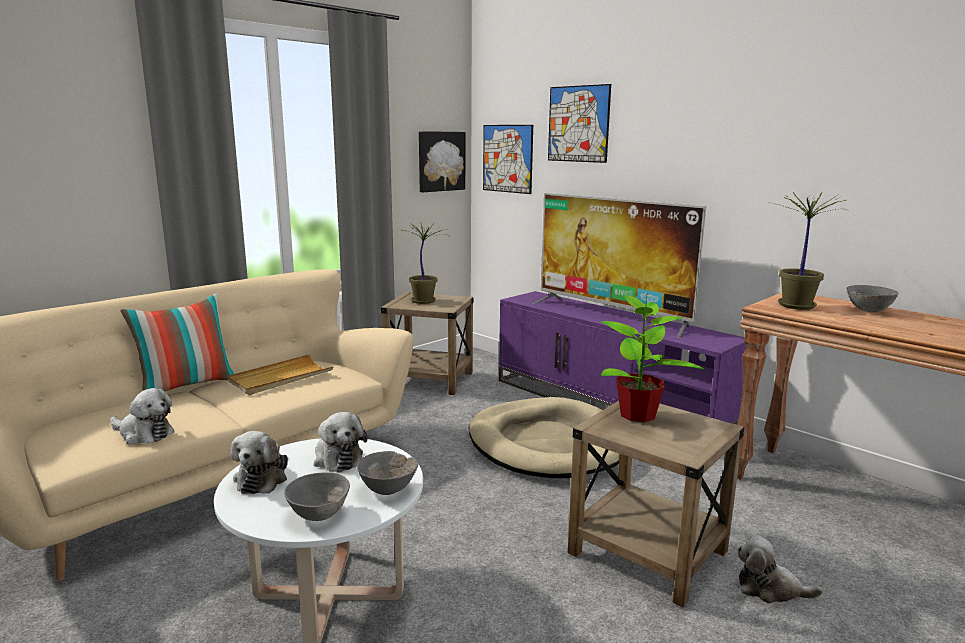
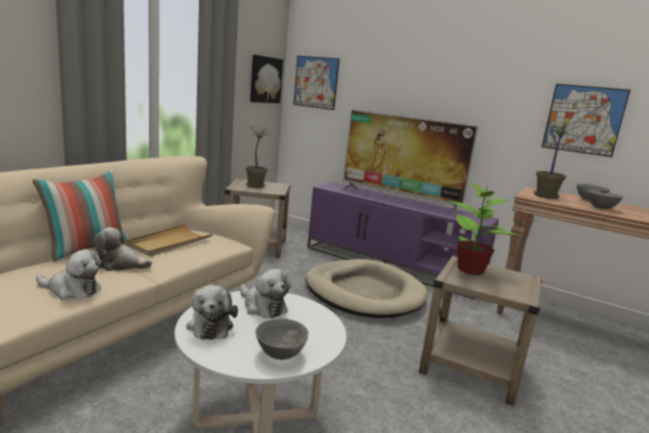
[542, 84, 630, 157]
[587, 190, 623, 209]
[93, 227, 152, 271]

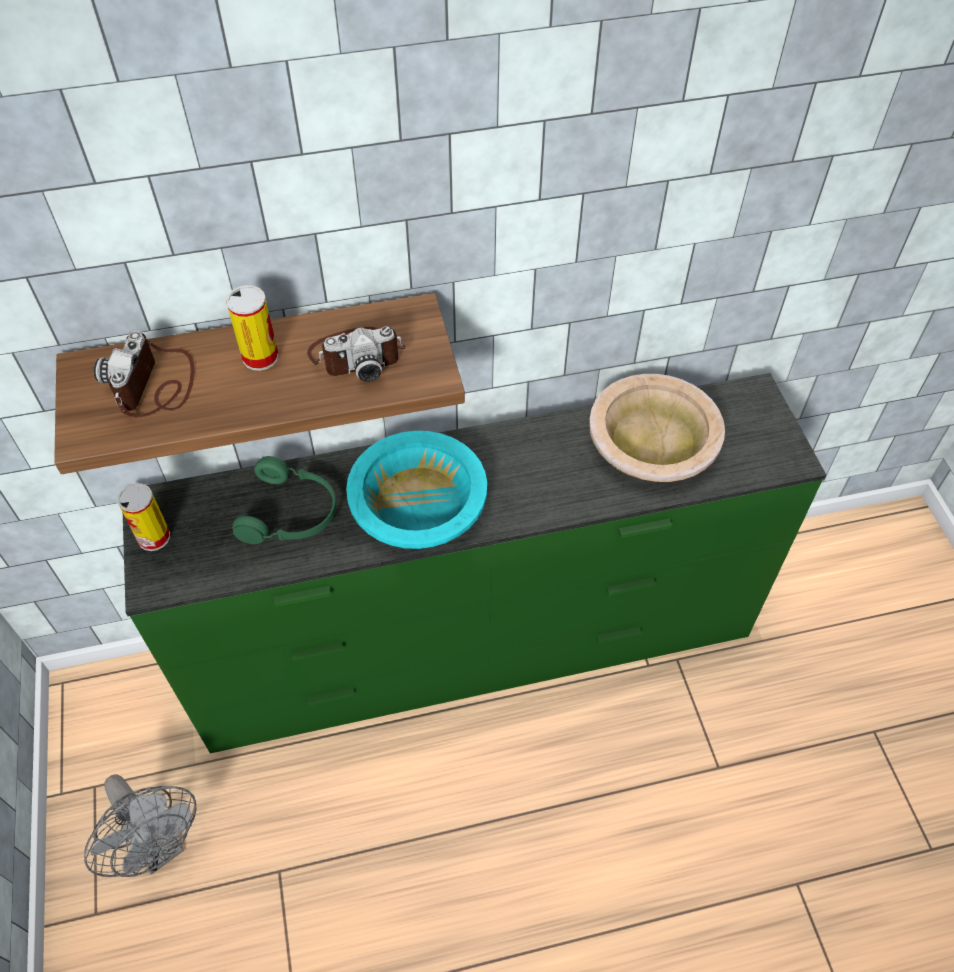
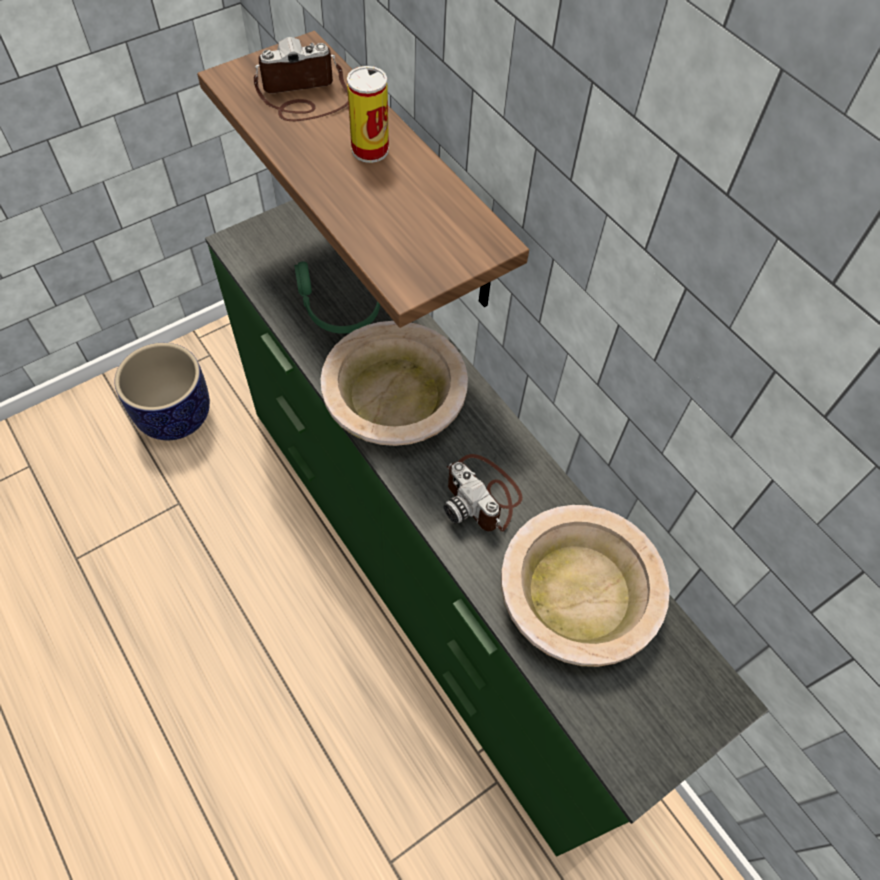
[444, 454, 523, 532]
[321, 321, 468, 446]
[117, 483, 170, 551] (first image)
[115, 343, 210, 440]

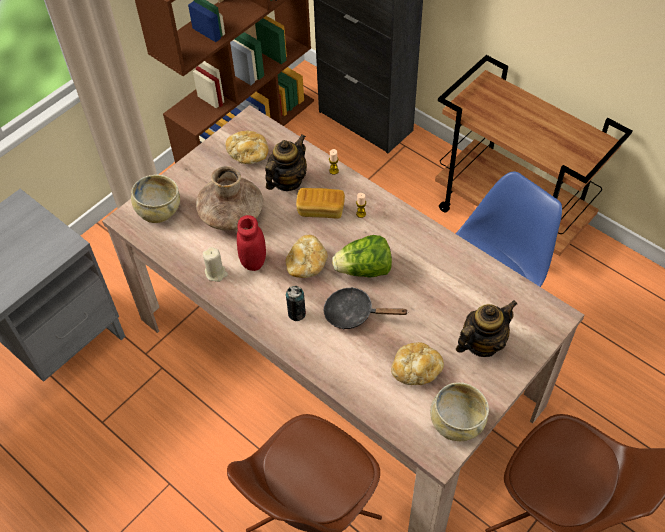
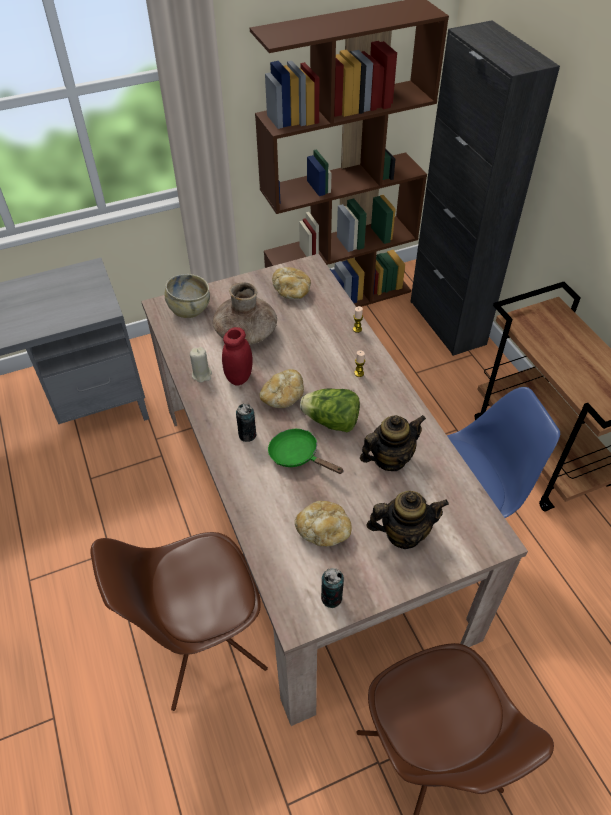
[360, 415, 426, 471]
[296, 188, 345, 218] (first image)
[268, 429, 344, 474]
[321, 568, 344, 608]

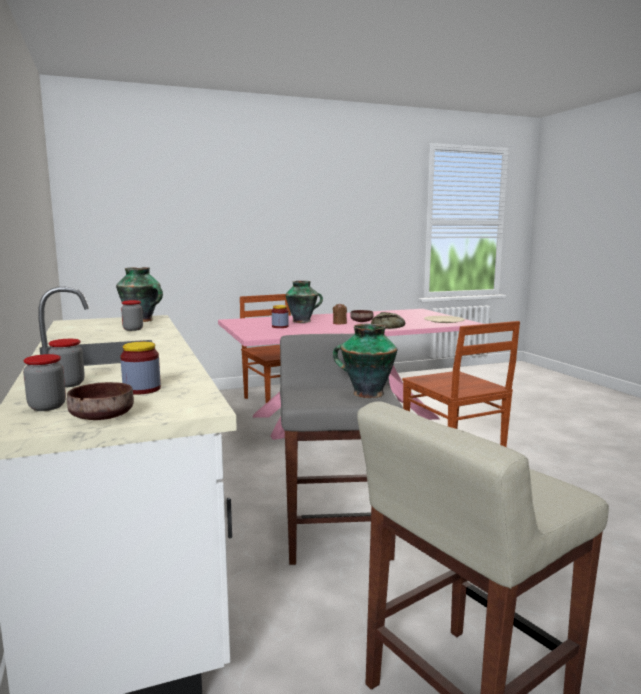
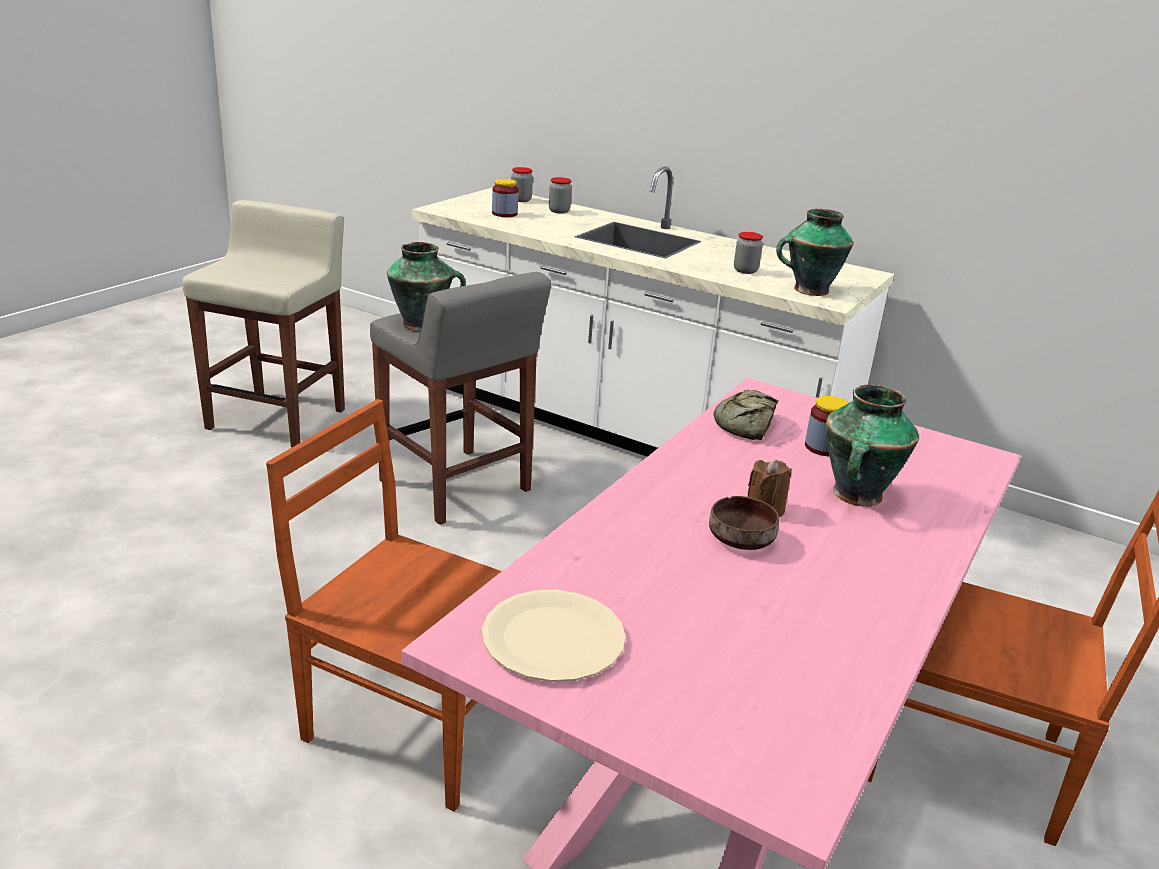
[714, 390, 778, 440]
[67, 382, 134, 420] (first image)

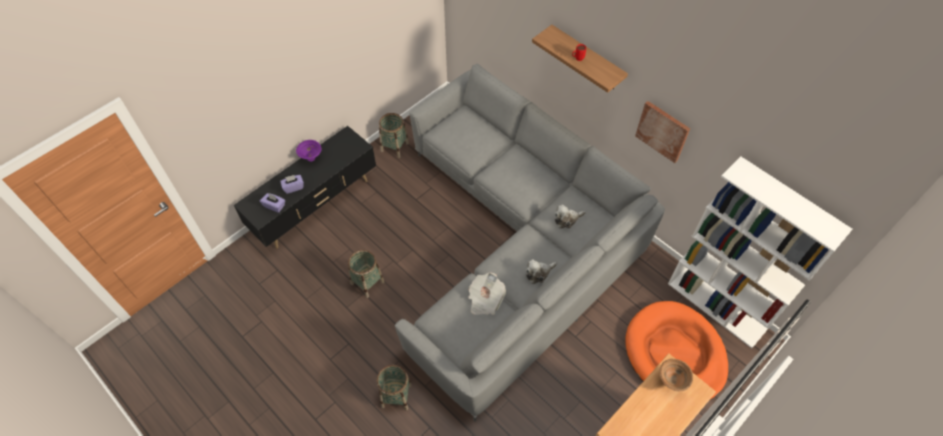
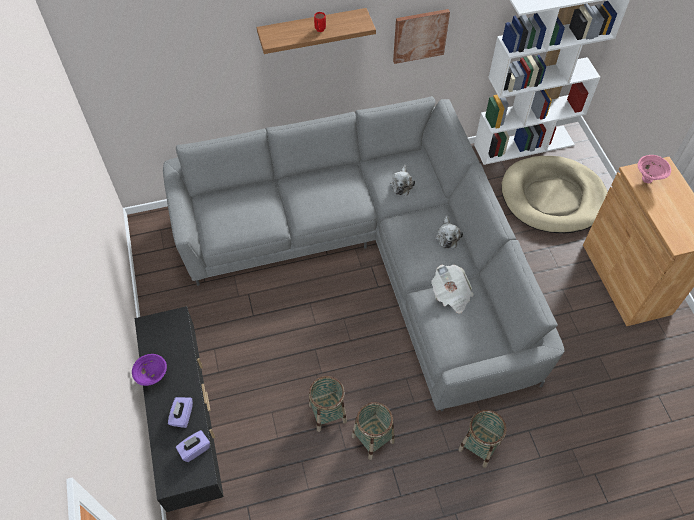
[352, 402, 395, 460]
[502, 156, 608, 233]
[638, 155, 671, 183]

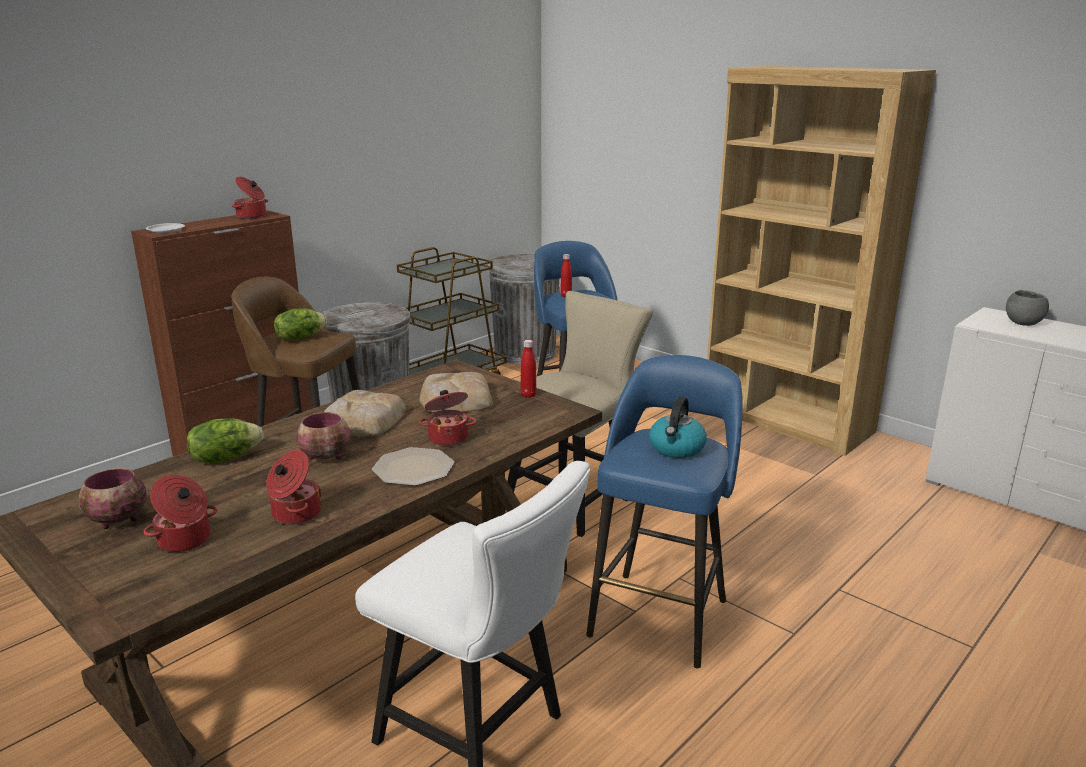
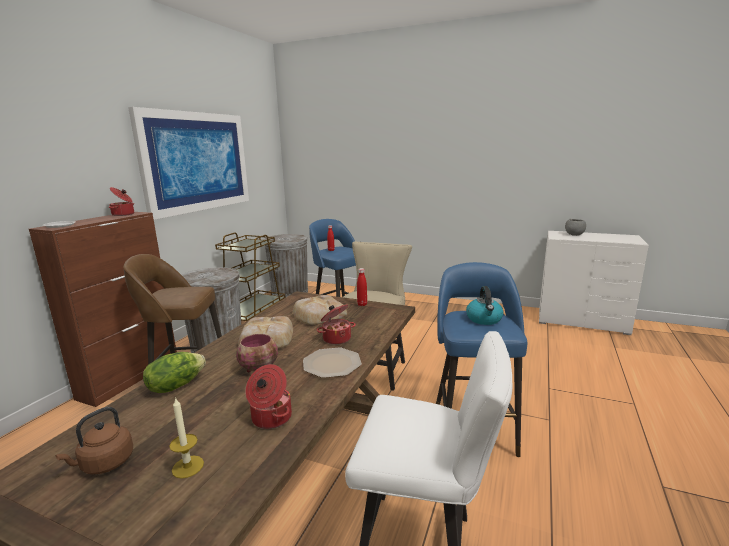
[707, 66, 936, 456] (first image)
[274, 308, 327, 340] (first image)
[55, 407, 133, 474]
[169, 397, 204, 479]
[128, 107, 249, 220]

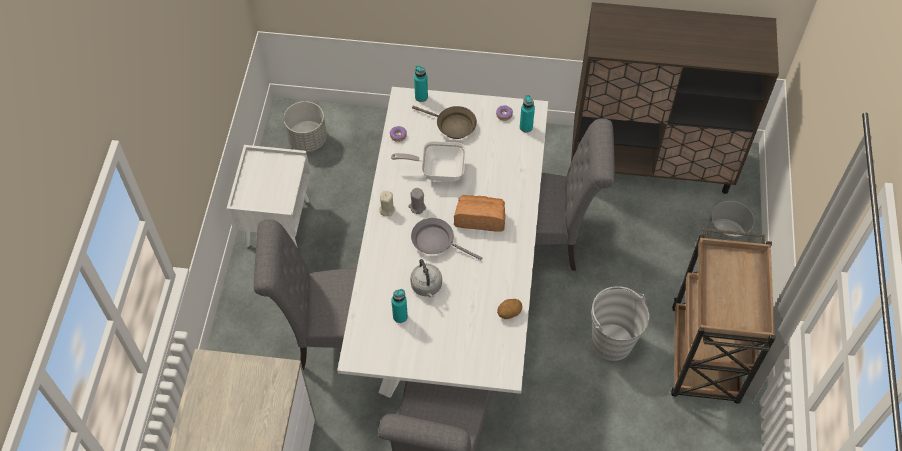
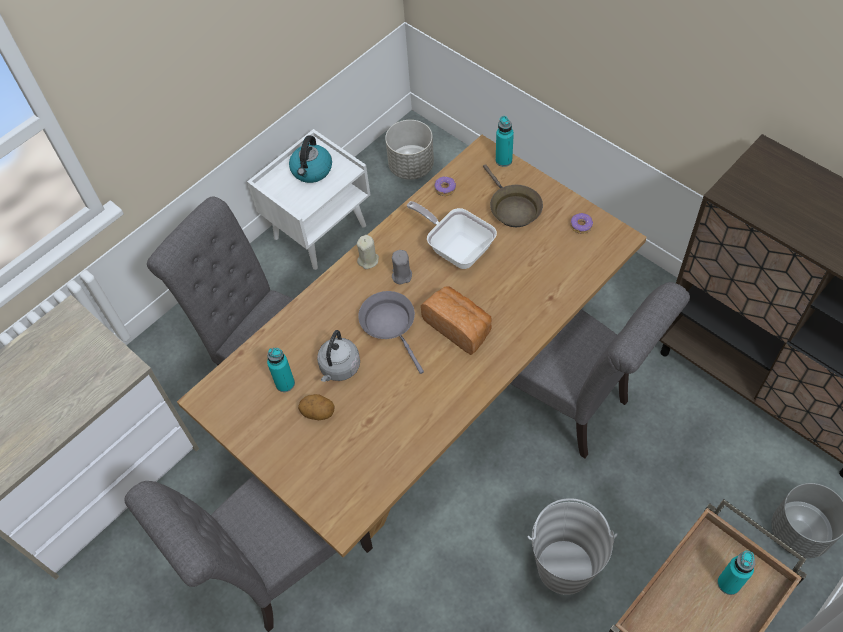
[177, 135, 647, 557]
[717, 550, 755, 595]
[298, 394, 335, 420]
[289, 135, 332, 183]

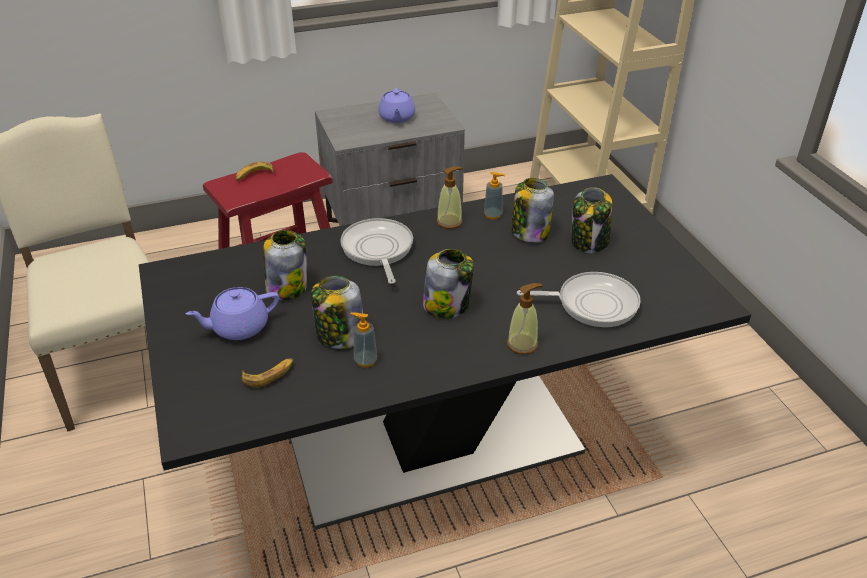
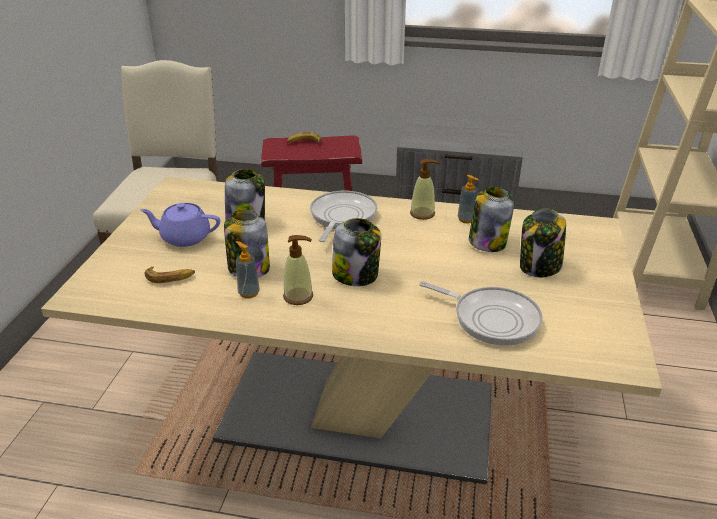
[378, 88, 415, 123] (first image)
[41, 177, 662, 484]
[283, 235, 313, 305]

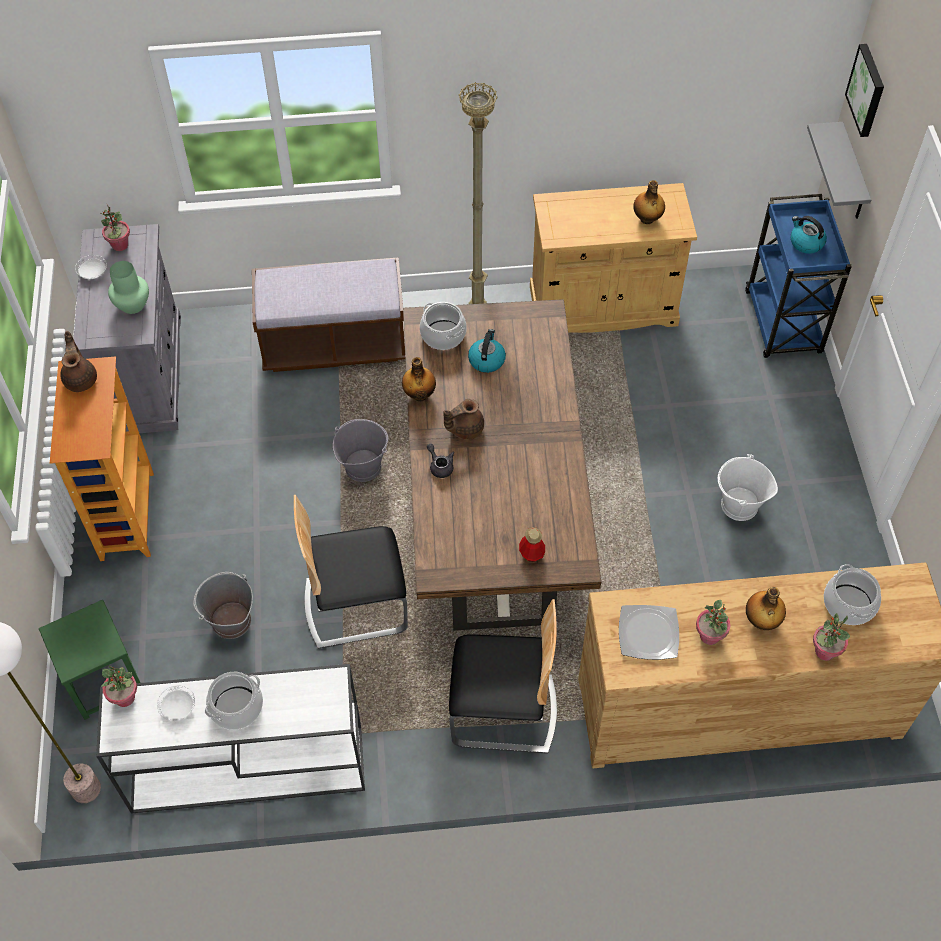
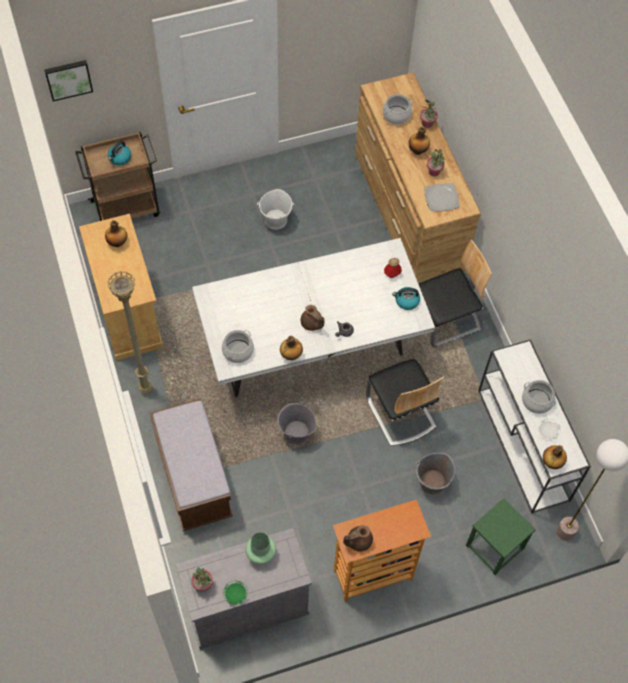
[807, 122, 871, 219] (first image)
[75, 132, 160, 221]
[223, 581, 248, 605]
[192, 238, 435, 397]
[392, 287, 420, 310]
[419, 239, 492, 347]
[543, 445, 567, 469]

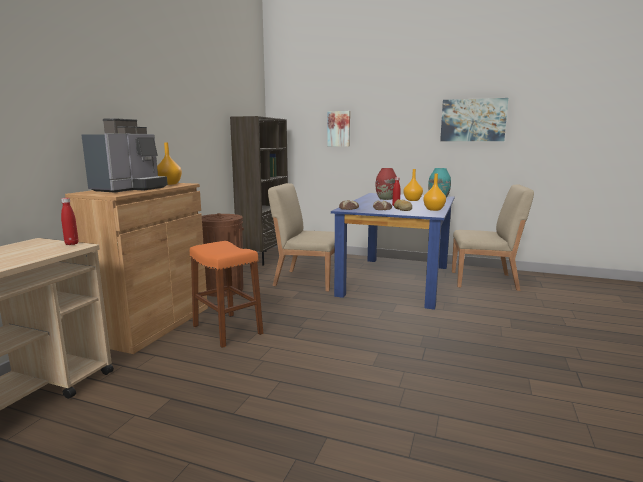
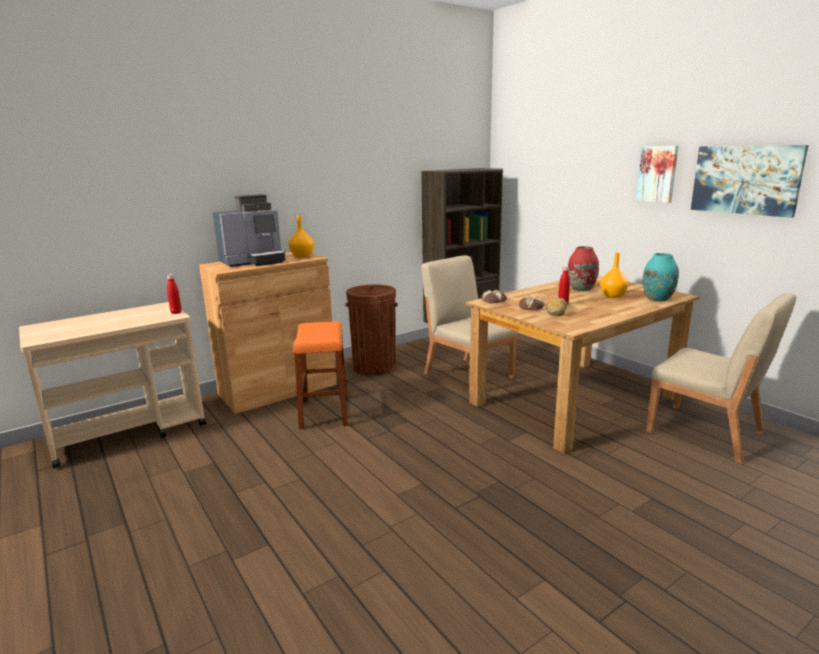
[636, 146, 679, 203]
[423, 174, 446, 211] (first image)
[465, 276, 700, 453]

